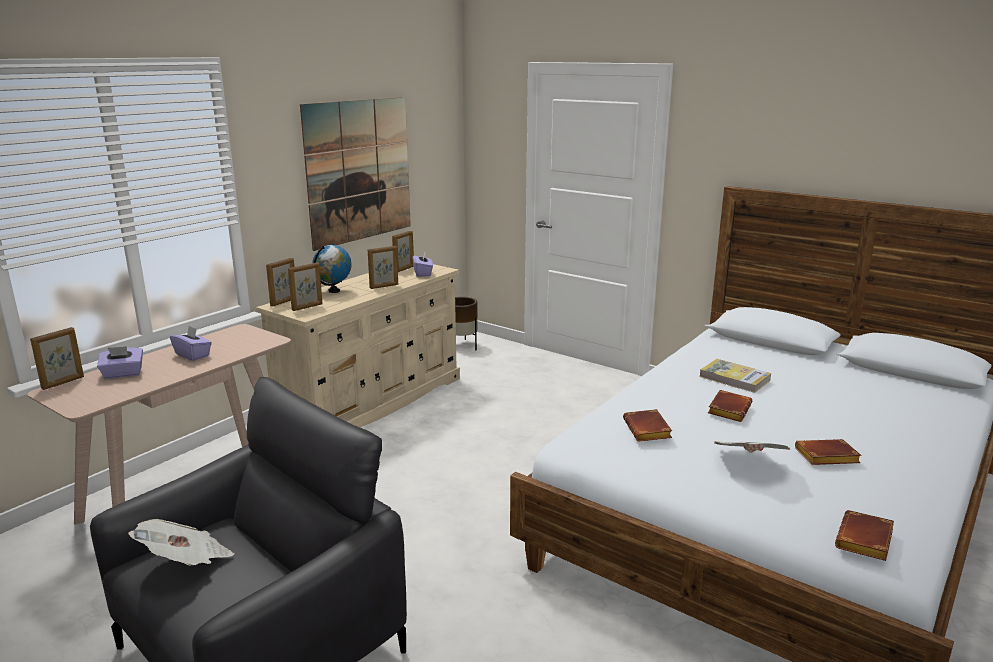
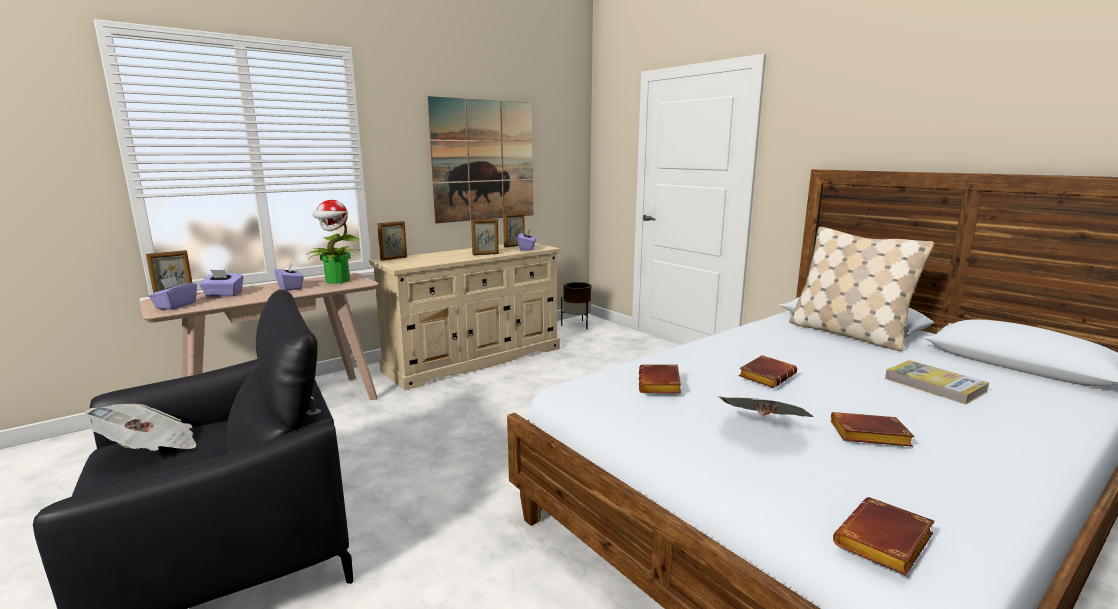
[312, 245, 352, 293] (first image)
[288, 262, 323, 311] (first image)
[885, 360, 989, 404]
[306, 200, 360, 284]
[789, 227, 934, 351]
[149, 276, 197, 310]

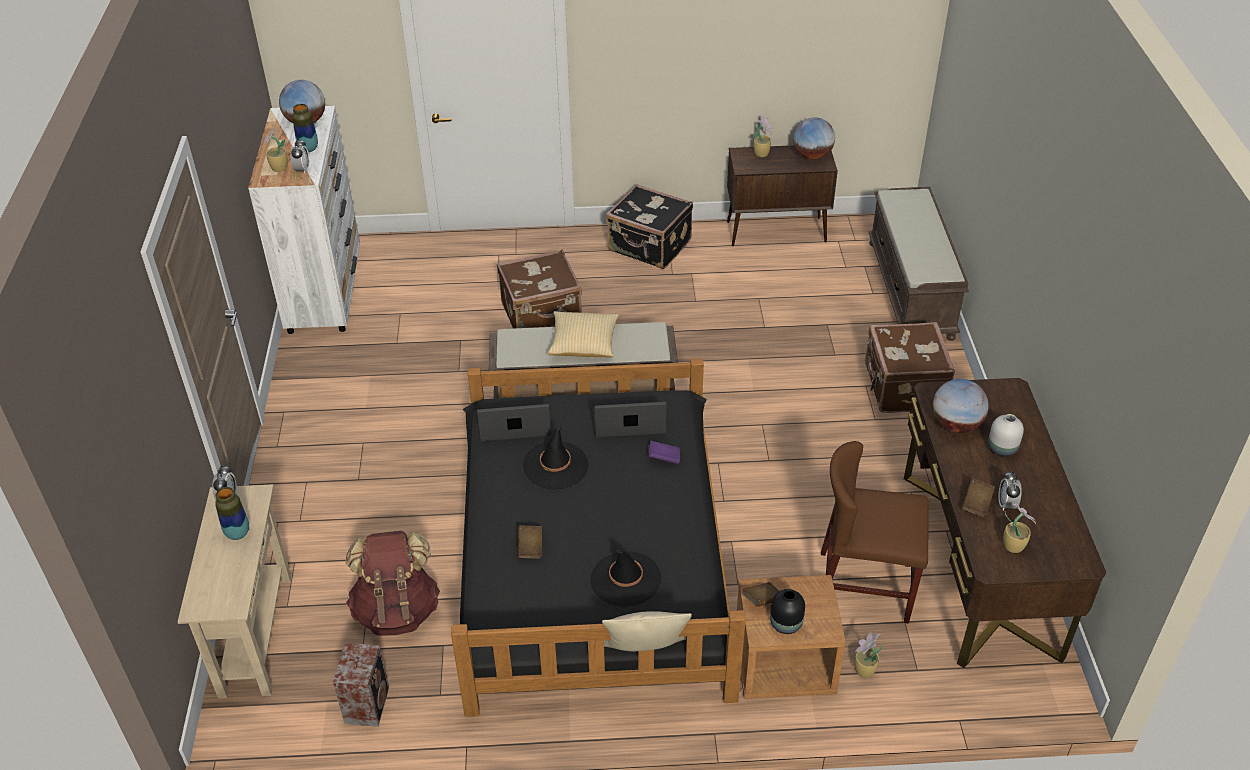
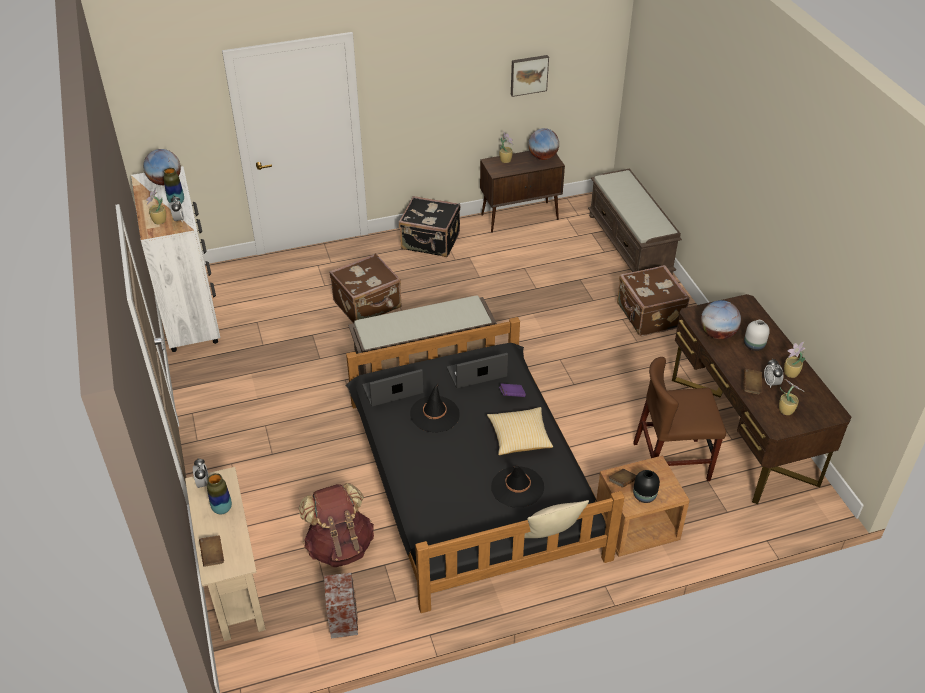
[487, 407, 553, 455]
[199, 535, 224, 566]
[784, 342, 805, 378]
[511, 55, 549, 97]

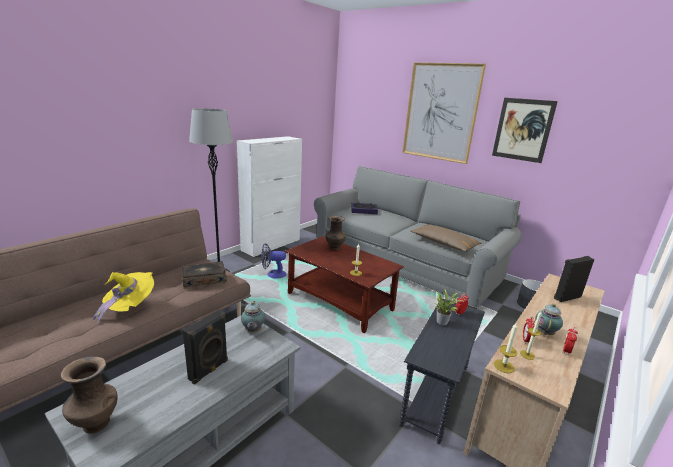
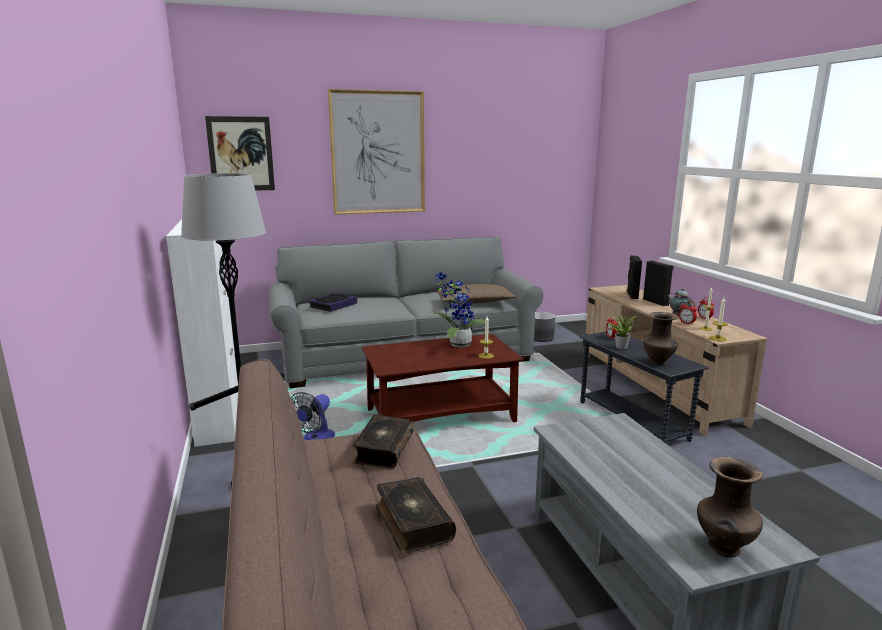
[205, 116, 275, 191]
[643, 312, 678, 365]
[376, 477, 456, 554]
[241, 301, 265, 332] (first image)
[643, 260, 673, 306]
[432, 272, 485, 348]

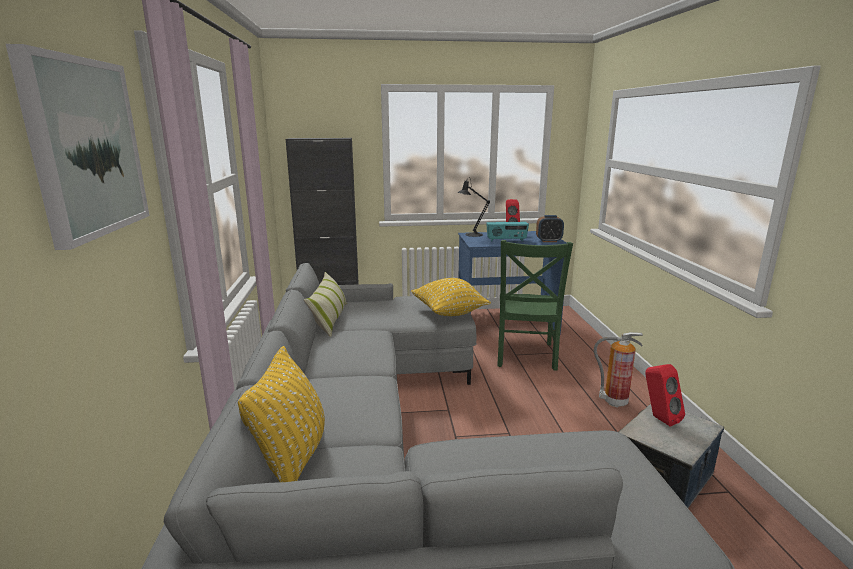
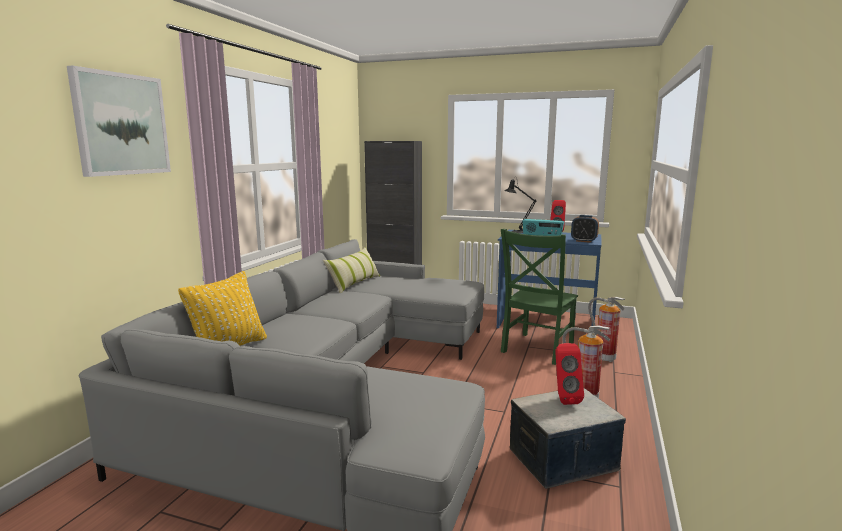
[411, 278, 491, 316] (first image)
[588, 297, 625, 362]

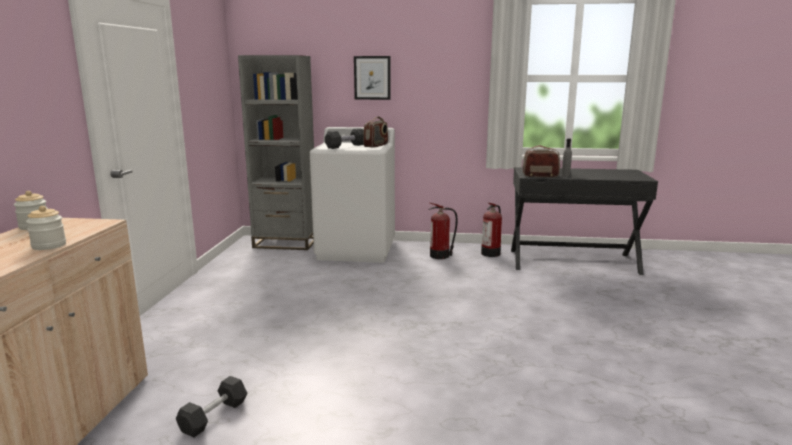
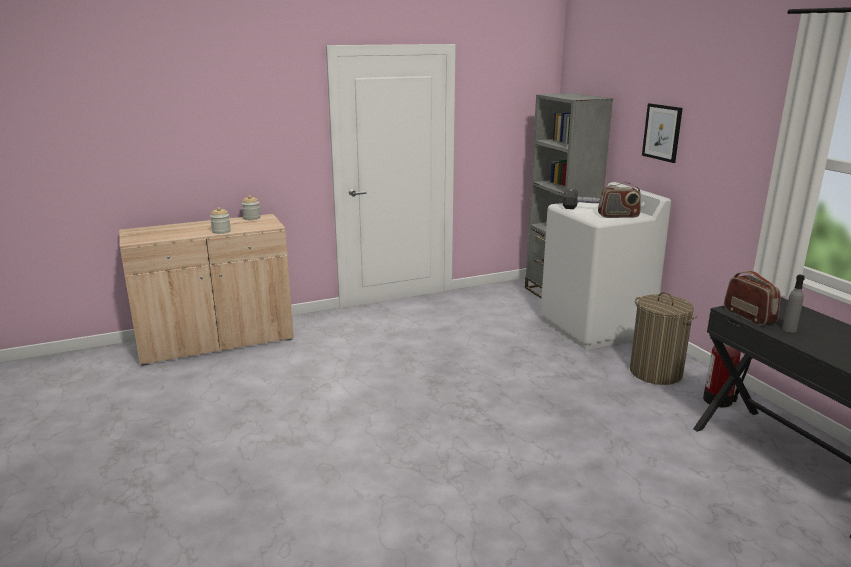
[630, 292, 698, 385]
[176, 376, 248, 438] (first image)

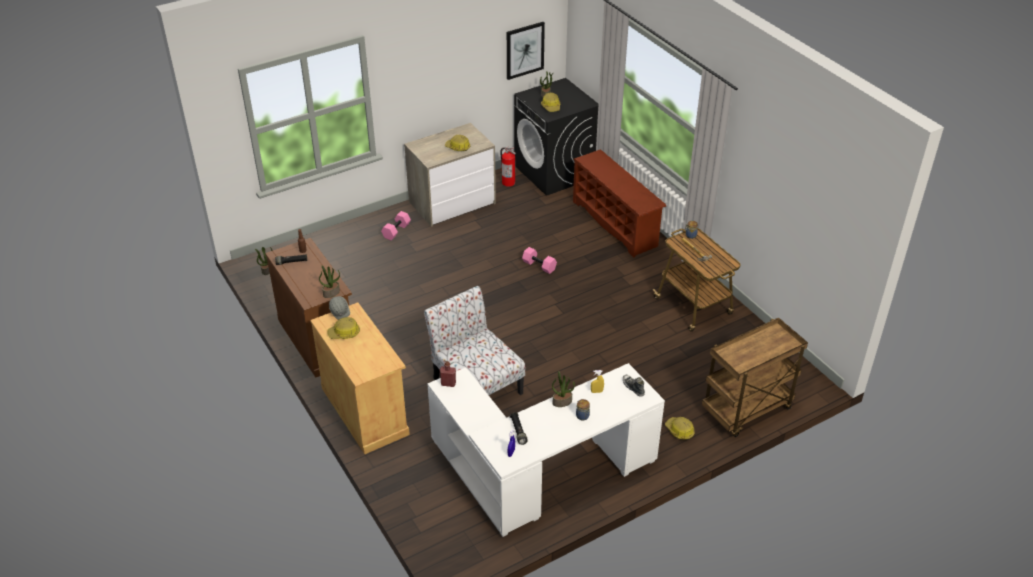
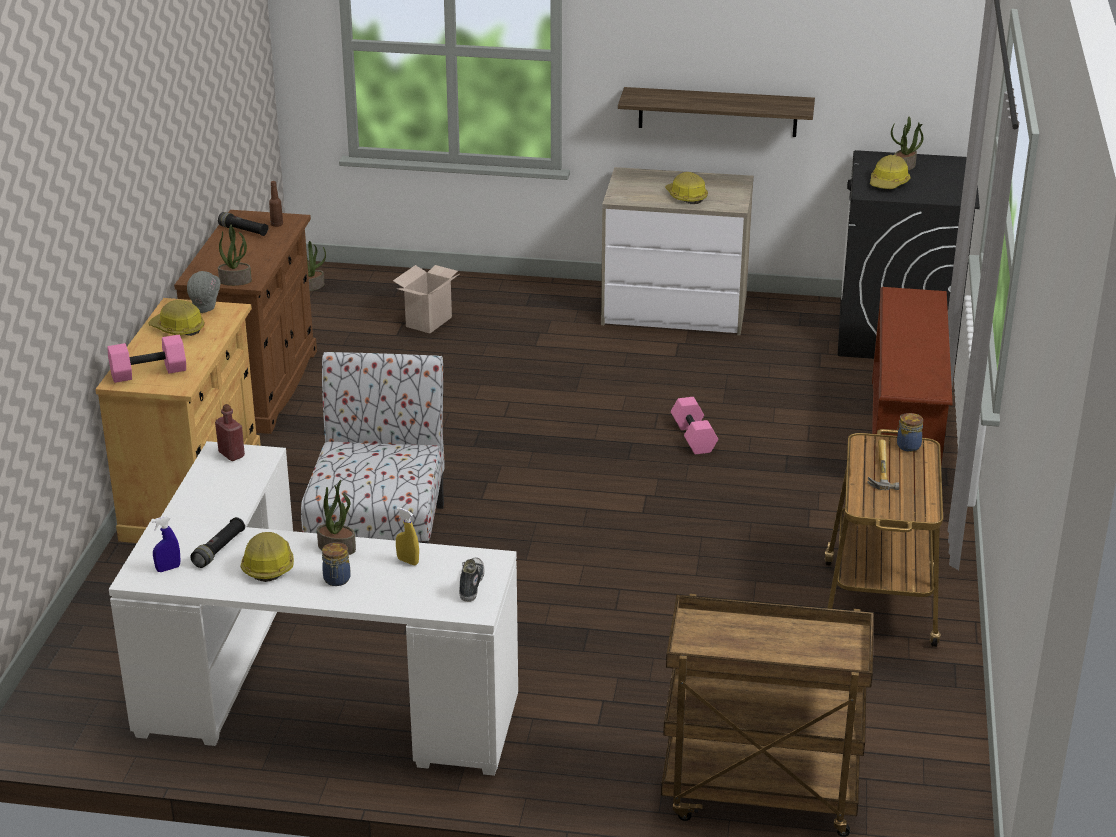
[507, 22, 545, 80] (first image)
[500, 147, 516, 187] (first image)
[107, 335, 186, 383]
[241, 532, 294, 582]
[618, 87, 815, 137]
[393, 265, 459, 333]

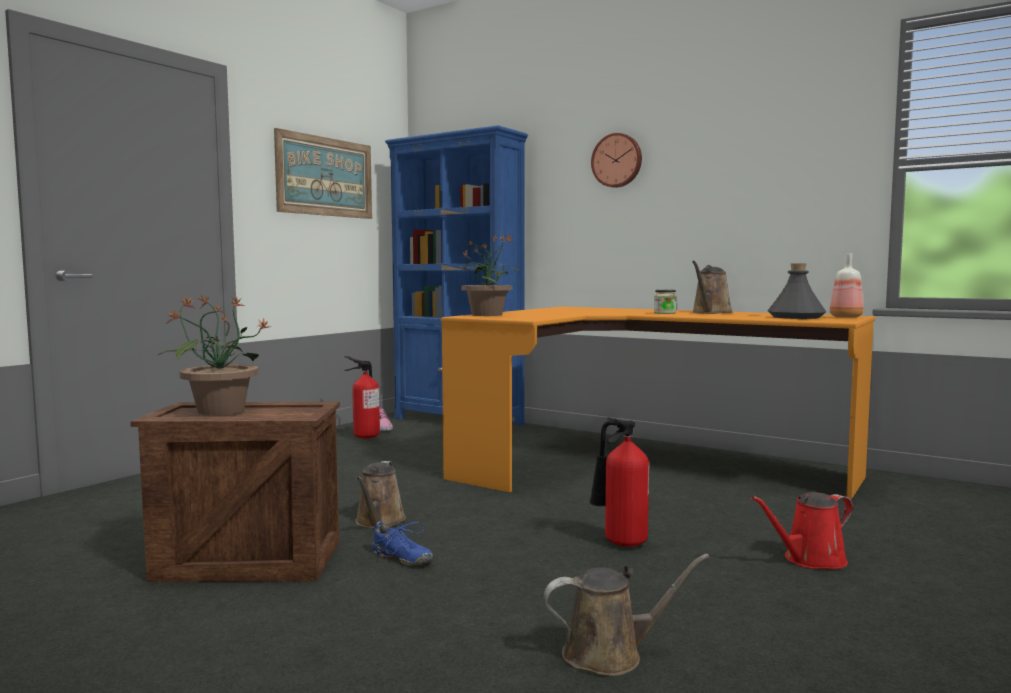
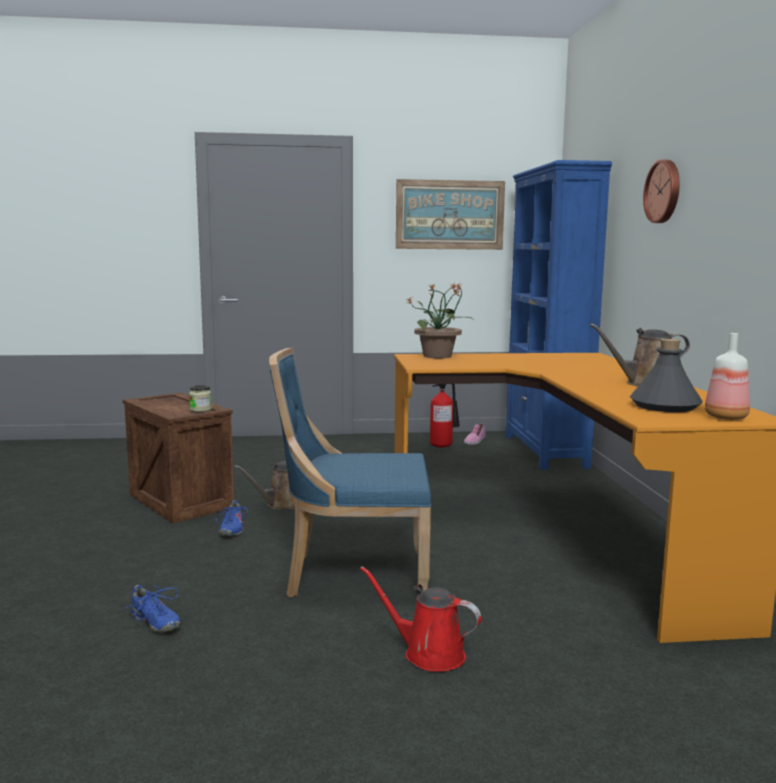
[189, 385, 212, 412]
[157, 295, 269, 415] (first image)
[269, 348, 431, 597]
[124, 585, 181, 633]

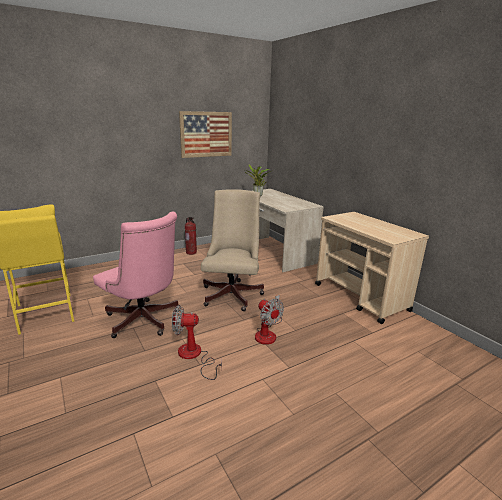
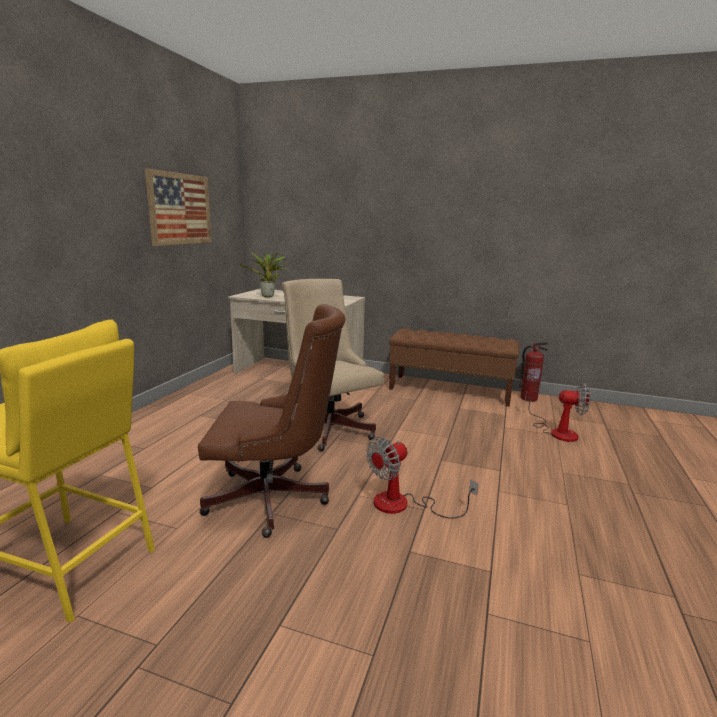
[198, 304, 346, 538]
[389, 328, 519, 407]
[519, 342, 548, 402]
[525, 383, 591, 442]

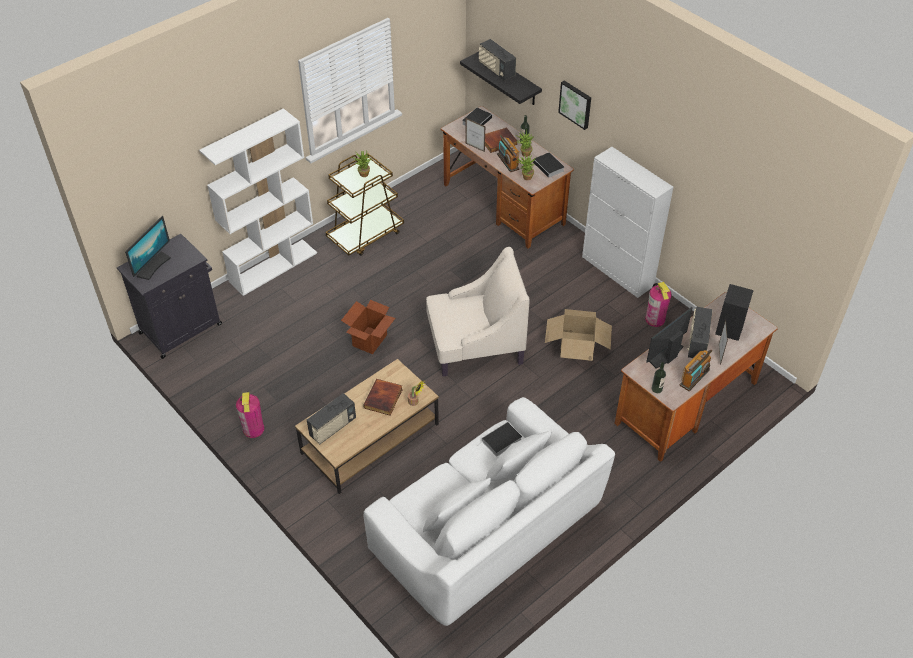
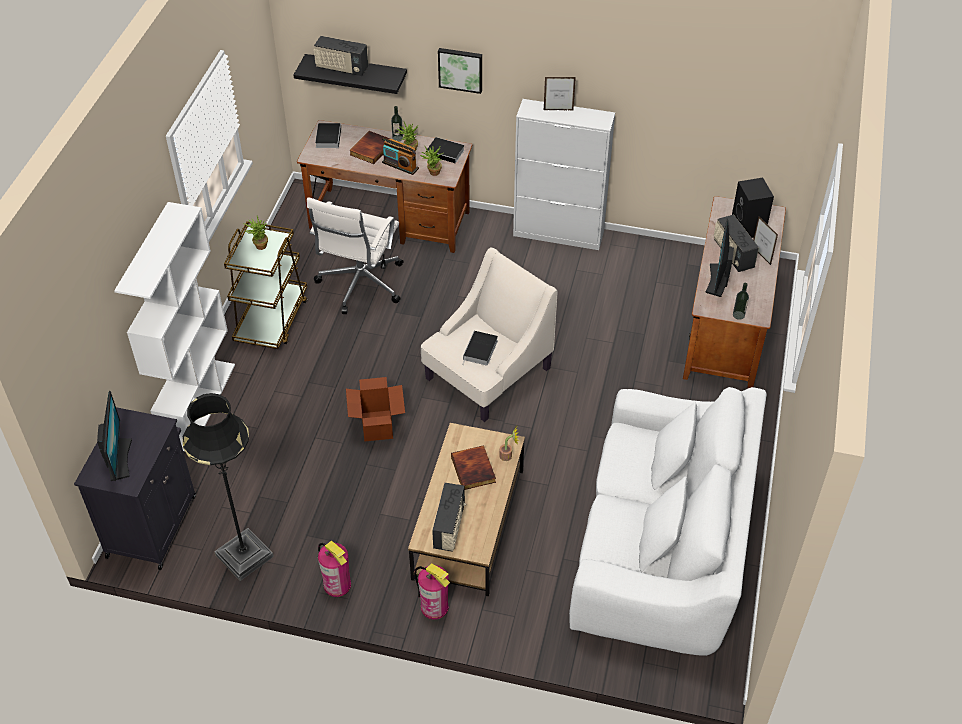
[544, 77, 576, 110]
[414, 563, 450, 619]
[545, 309, 612, 361] (first image)
[679, 350, 712, 391] (first image)
[463, 331, 498, 366]
[307, 197, 403, 314]
[183, 393, 274, 581]

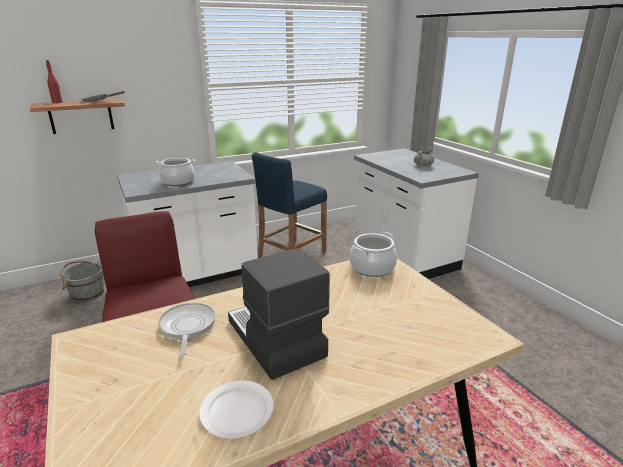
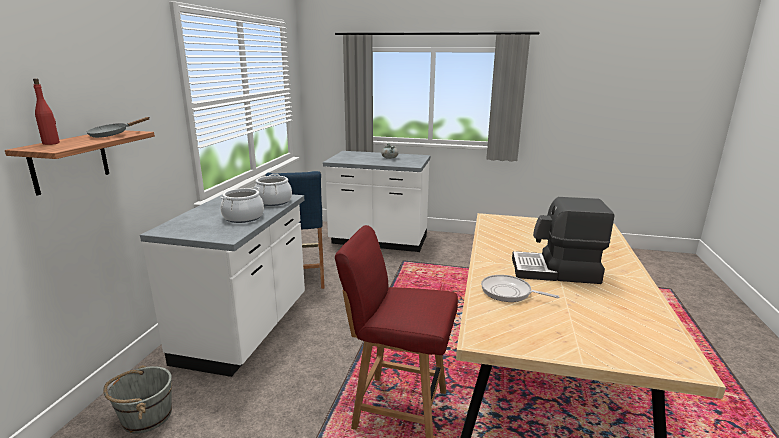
[254, 174, 292, 206]
[199, 380, 274, 438] (first image)

